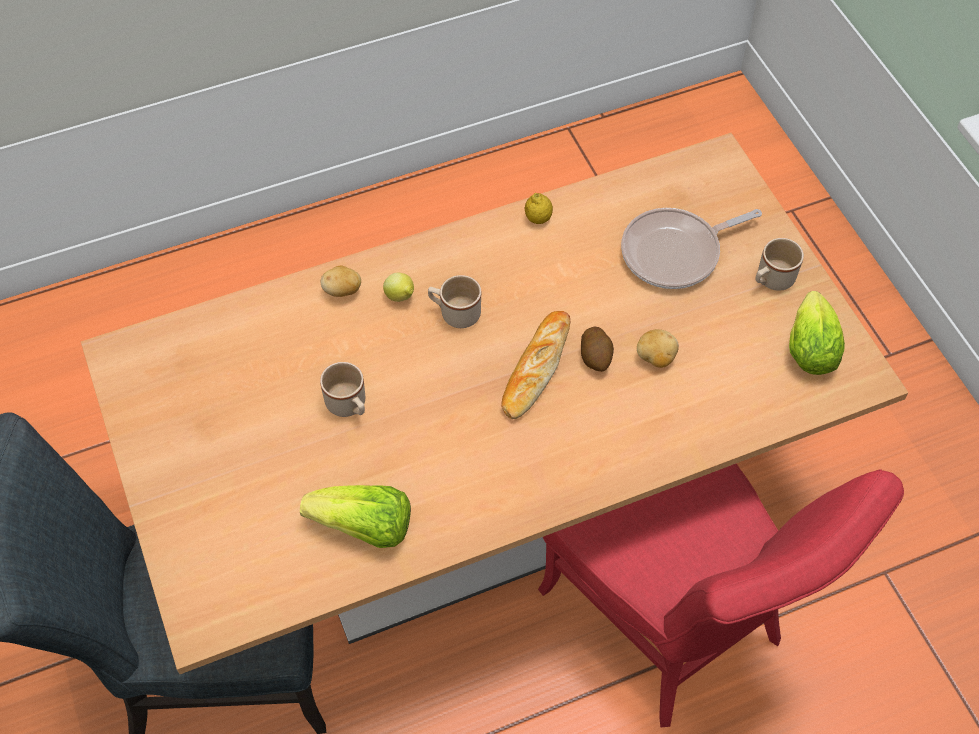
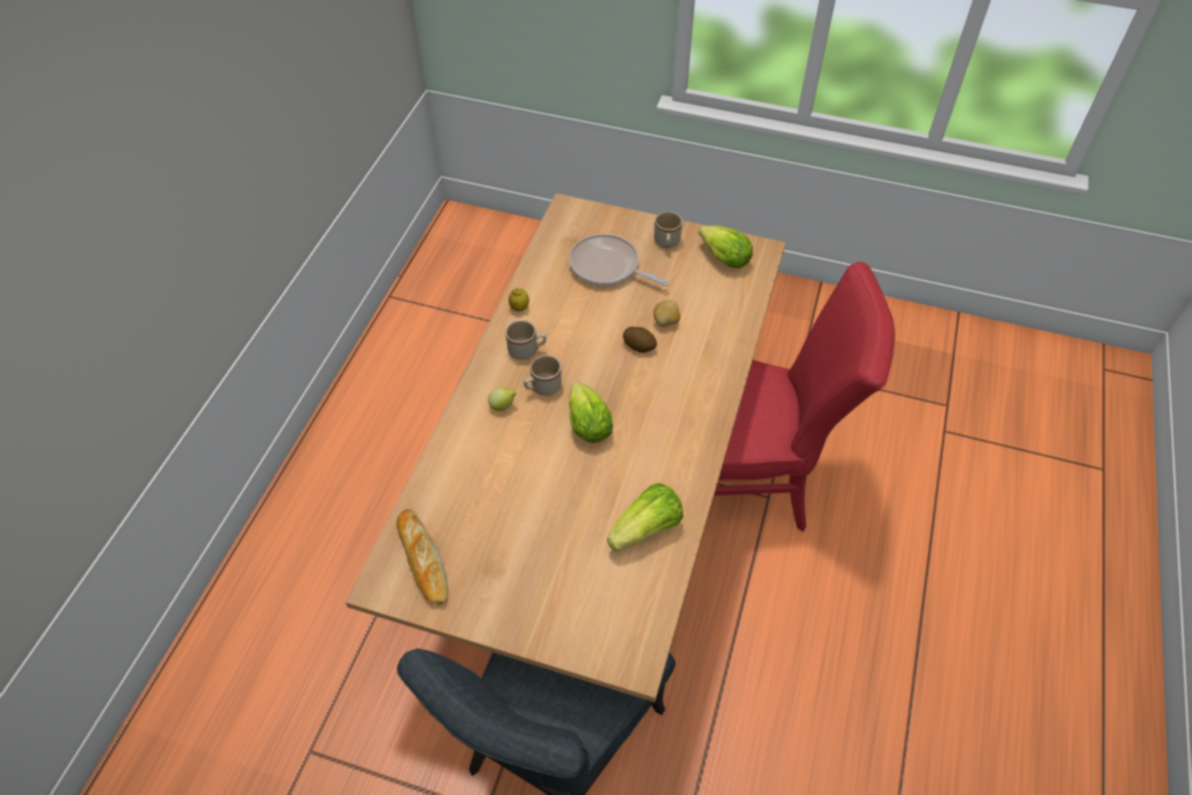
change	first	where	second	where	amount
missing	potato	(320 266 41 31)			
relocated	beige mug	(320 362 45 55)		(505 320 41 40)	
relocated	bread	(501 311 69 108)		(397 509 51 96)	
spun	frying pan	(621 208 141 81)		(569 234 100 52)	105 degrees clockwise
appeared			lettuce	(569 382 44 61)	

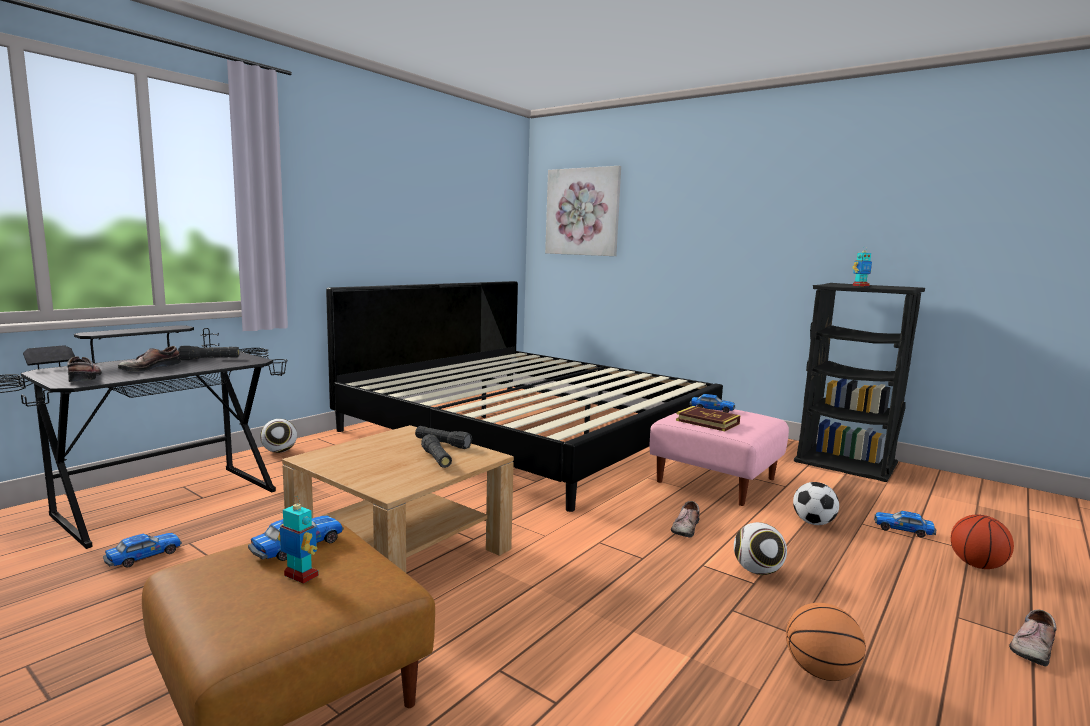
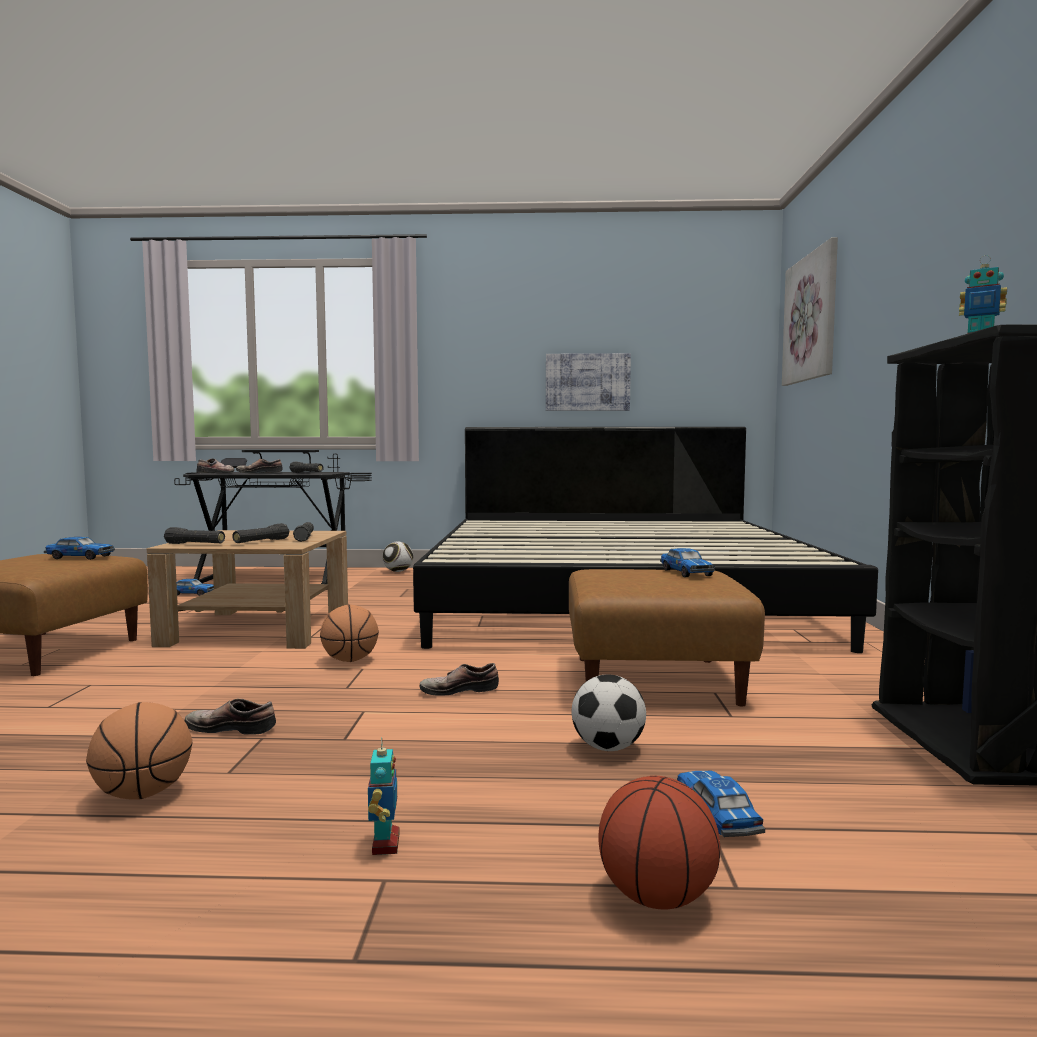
change	first	where	second	where	amount
relocated	toy robot	(278 496 41 88)		(368 738 32 117)	
colour	pink ottoman	(650 406 139 100)	brown ottoman	(569 569 196 137)	
missing	book	(676 406 64 25)			
missing	football	(734 522 53 53)			
relocated	shoe	(1009 609 48 57)		(185 699 91 36)	
appeared			black flashlight	(164 527 61 17)	
appeared			basketball	(320 604 59 58)	
appeared			picture	(546 353 85 58)	

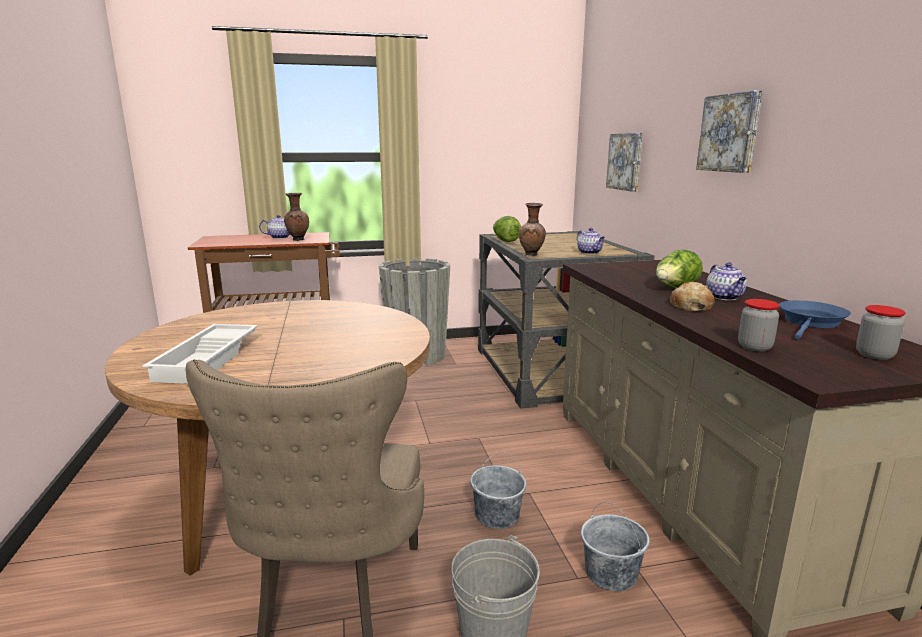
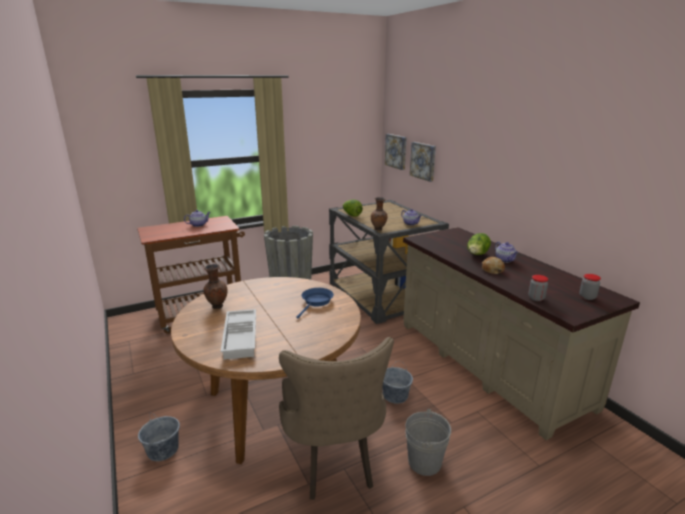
change	first	where	second	where	amount
relocated	brown vase	(284 193 25 48)		(203 264 24 45)	
relocated	grey bucket	(581 502 69 89)		(138 413 42 48)	
relocated	picture	(696 90 67 83)		(385 134 22 36)	
relocated	blue frying pan	(779 300 72 40)		(296 288 38 31)	

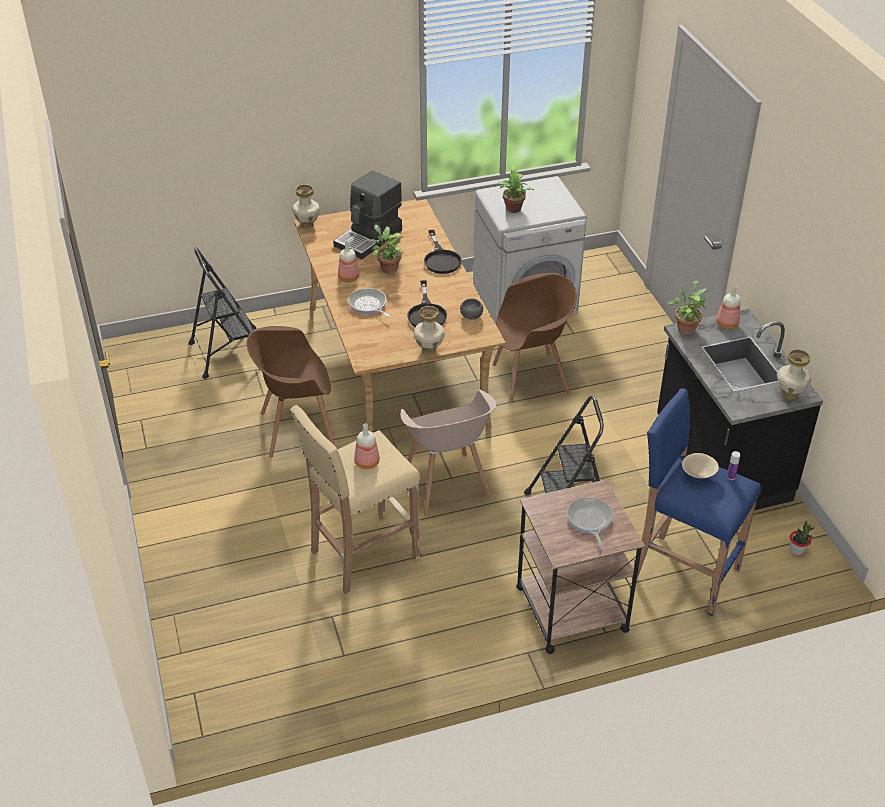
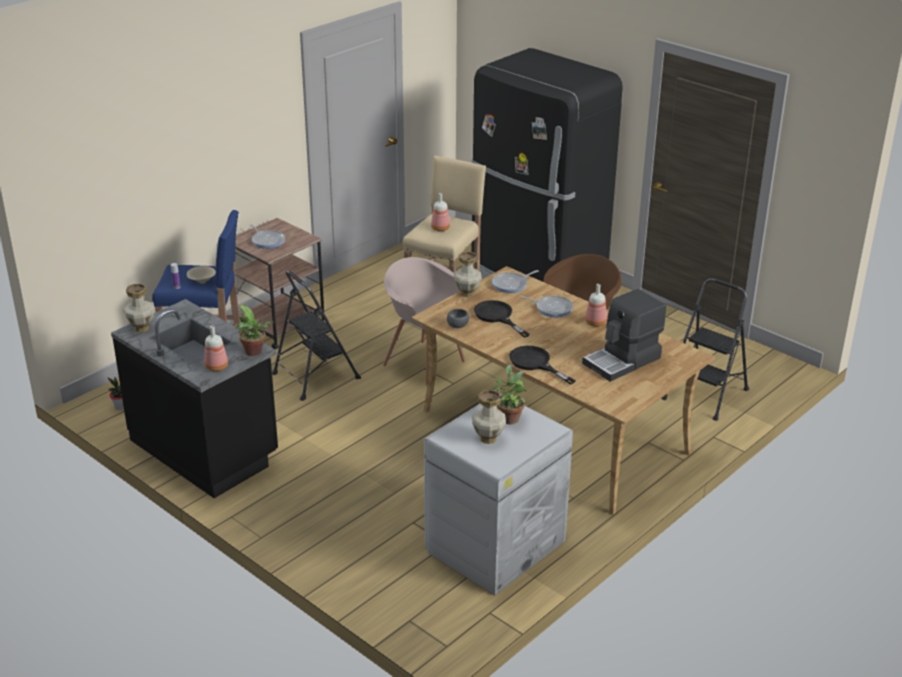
change	first	where	second	where	amount
relocated	vase	(292 184 28 45)		(472 390 34 54)	
spun	coffee machine	(333 170 69 89)		(582 289 84 93)	135 degrees counterclockwise
missing	potted plant	(371 225 32 49)			
missing	brown chair	(493 273 84 130)			
appeared			black fridge	(472 48 151 234)	
appeared			frying pan	(492 270 47 23)	

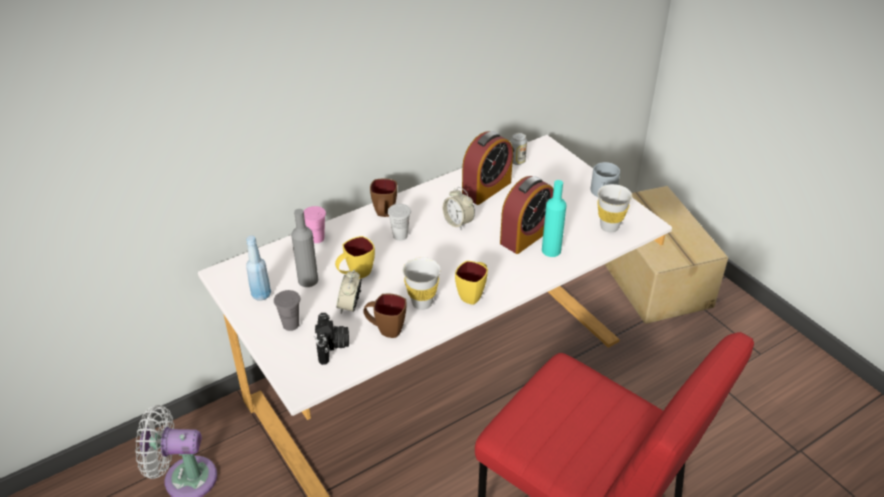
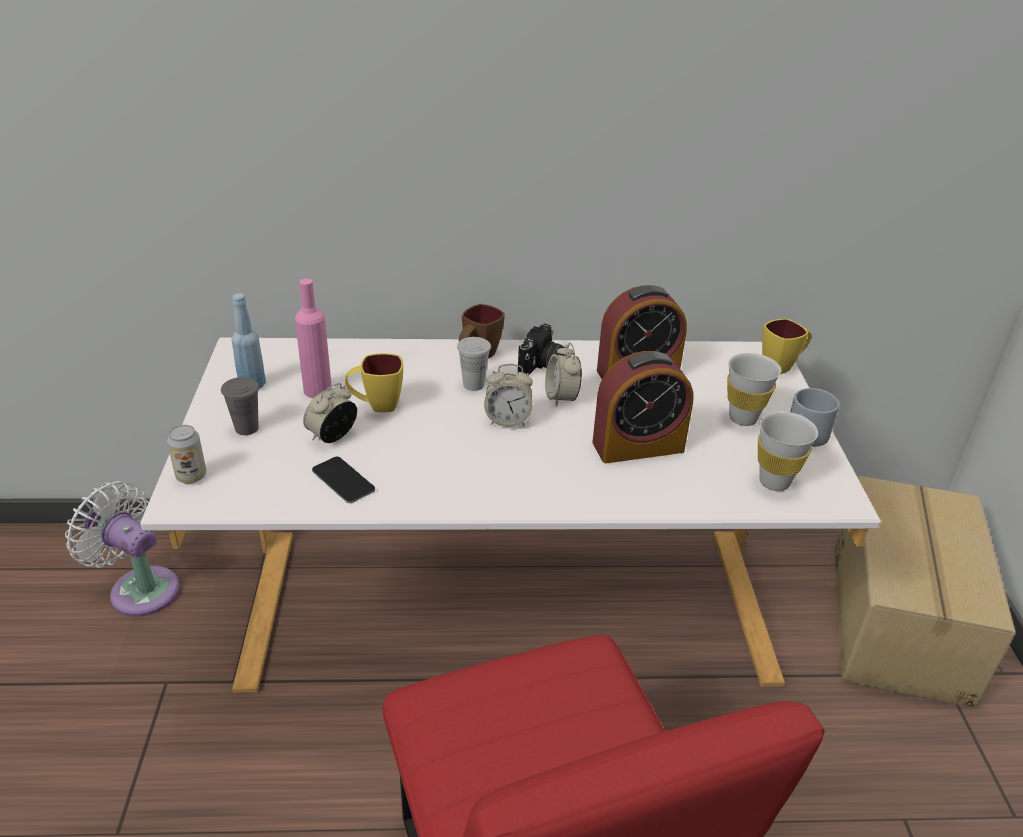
change	first	where	second	where	amount
colour	grey bottle	(291 209 27 78)	pink bottle	(295 279 37 119)	
missing	pink cup	(304 206 22 37)			
relocated	photo camera	(314 313 35 52)		(518 324 47 52)	
exchanged	brown mug	(363 294 43 44)	phone	(312 457 63 46)	
relocated	white cup	(403 257 37 53)		(727 353 54 73)	
relocated	yellow mug	(455 261 33 44)		(762 319 49 55)	
relocated	can	(510 133 17 32)		(167 425 39 58)	
missing	turquoise bottle	(542 180 25 77)			
appeared			alarm clock	(484 364 49 63)	

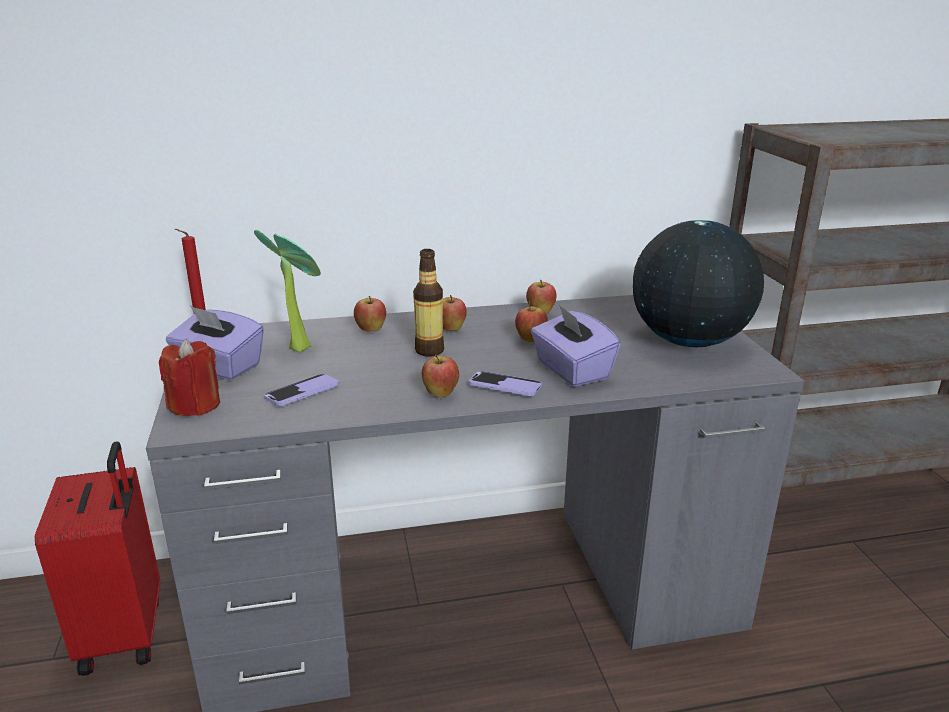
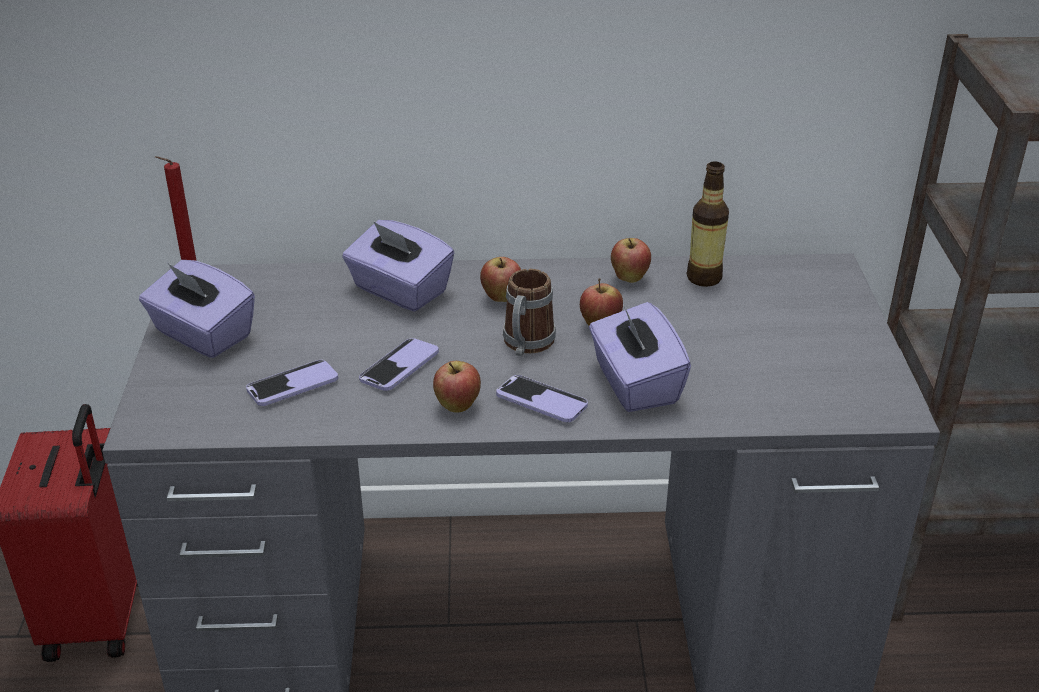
change	first	where	second	where	amount
missing	red candle	(159 339 61 77)			
missing	potted plant	(254 230 67 122)			
exchanged	apple	(354 296 32 36)	purple tissue box	(342 220 112 91)	
relocated	bottle	(413 249 31 108)		(687 161 42 126)	
missing	globe	(633 220 131 127)			
appeared			phone	(359 338 80 53)	
appeared			mug	(503 269 53 87)	

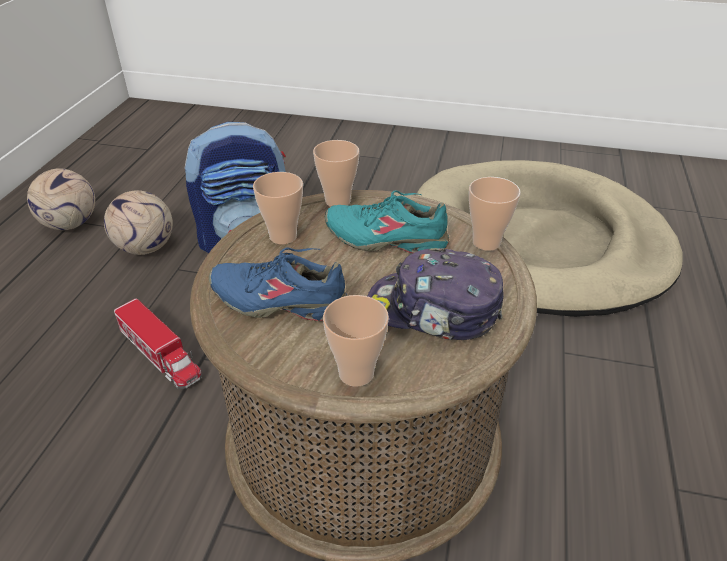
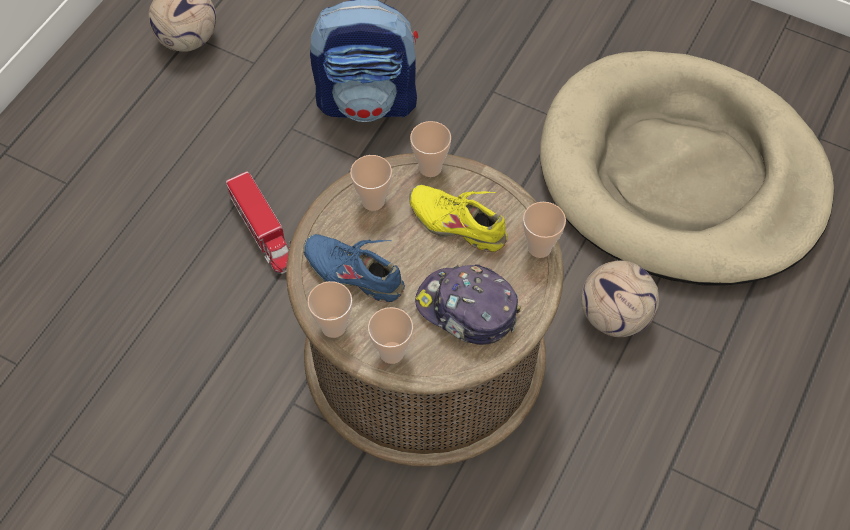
change	first	where	second	where	amount
relocated	football	(104 190 69 65)		(581 261 78 76)	
colour	turquoise shoe	(325 190 124 64)	yellow shoe	(409 185 99 67)	
appeared			cup	(307 281 45 57)	

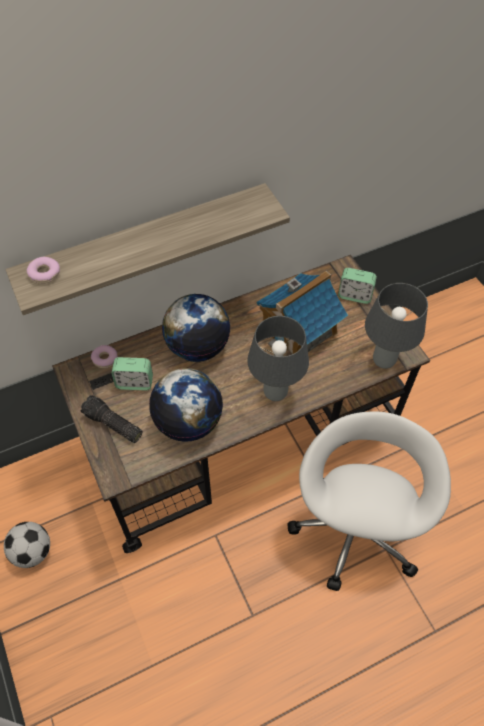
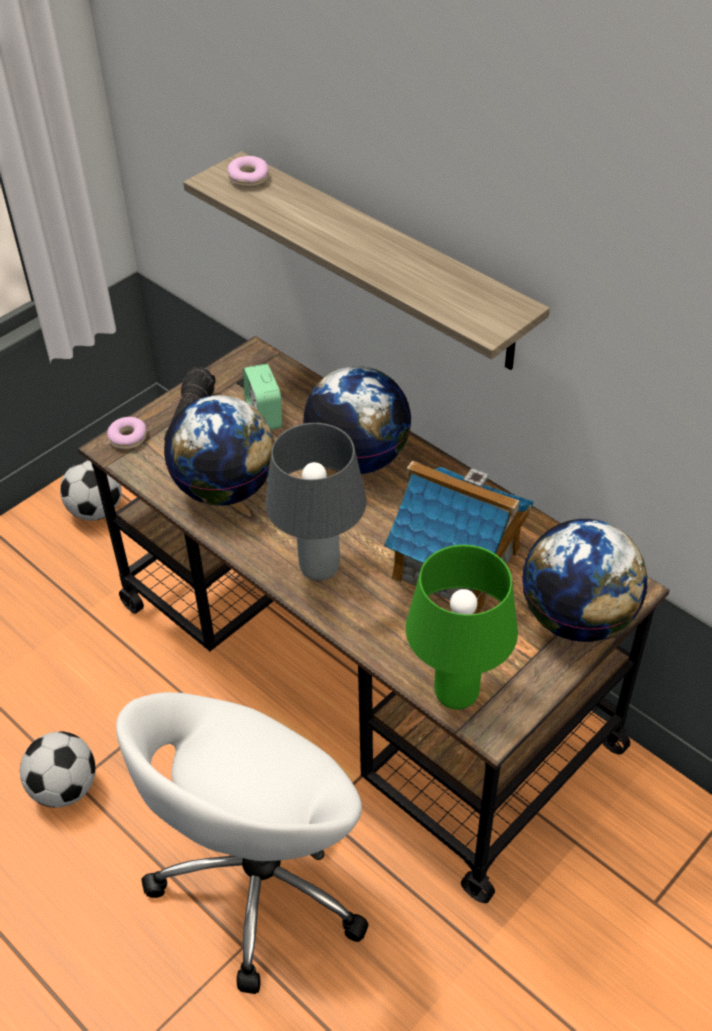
change	first	where	second	where	amount
relocated	donut	(91 345 27 23)		(107 417 40 32)	
spun	white office chair	(288 412 163 179)		(116 692 252 302)	135 degrees clockwise
exchanged	alarm clock	(338 268 39 36)	globe	(522 519 125 123)	
colour	grey table lamp	(365 283 63 86)	green table lamp	(406 545 112 164)	
appeared			football	(20 731 75 77)	

